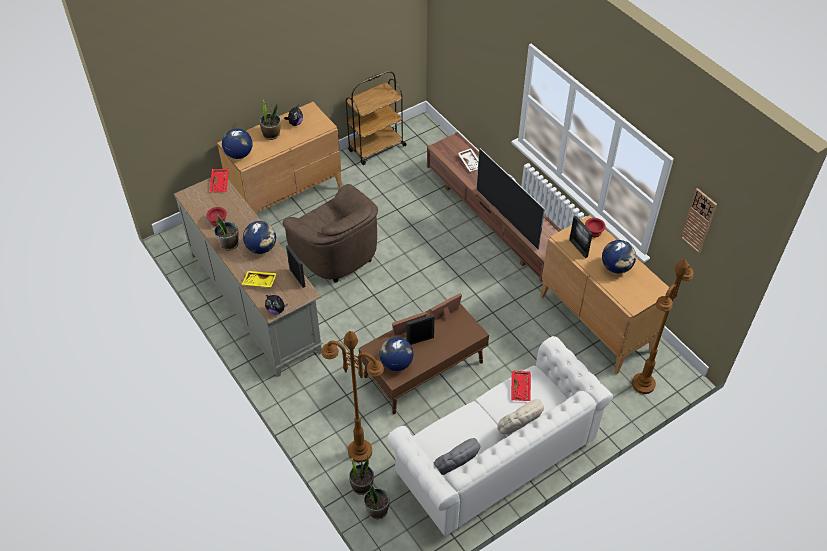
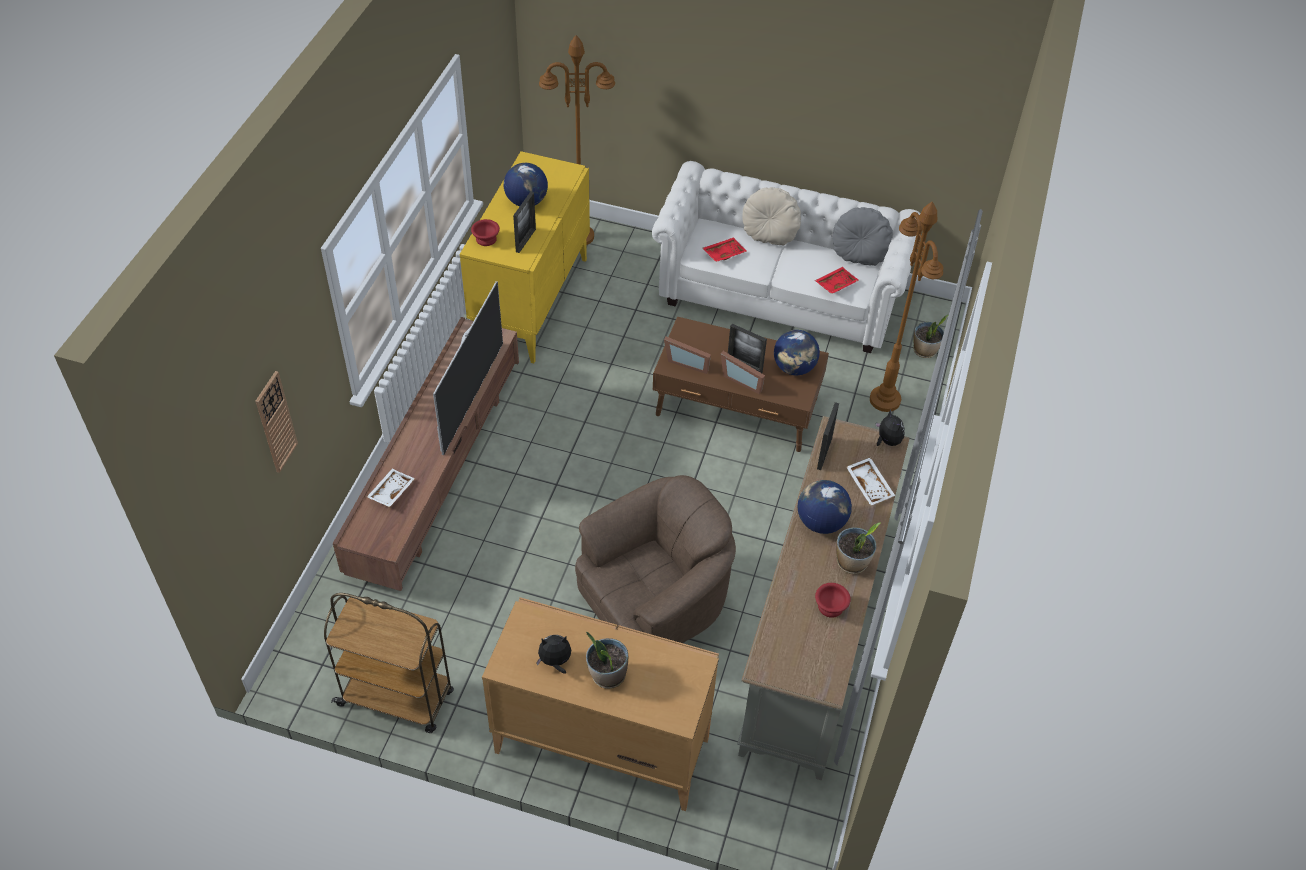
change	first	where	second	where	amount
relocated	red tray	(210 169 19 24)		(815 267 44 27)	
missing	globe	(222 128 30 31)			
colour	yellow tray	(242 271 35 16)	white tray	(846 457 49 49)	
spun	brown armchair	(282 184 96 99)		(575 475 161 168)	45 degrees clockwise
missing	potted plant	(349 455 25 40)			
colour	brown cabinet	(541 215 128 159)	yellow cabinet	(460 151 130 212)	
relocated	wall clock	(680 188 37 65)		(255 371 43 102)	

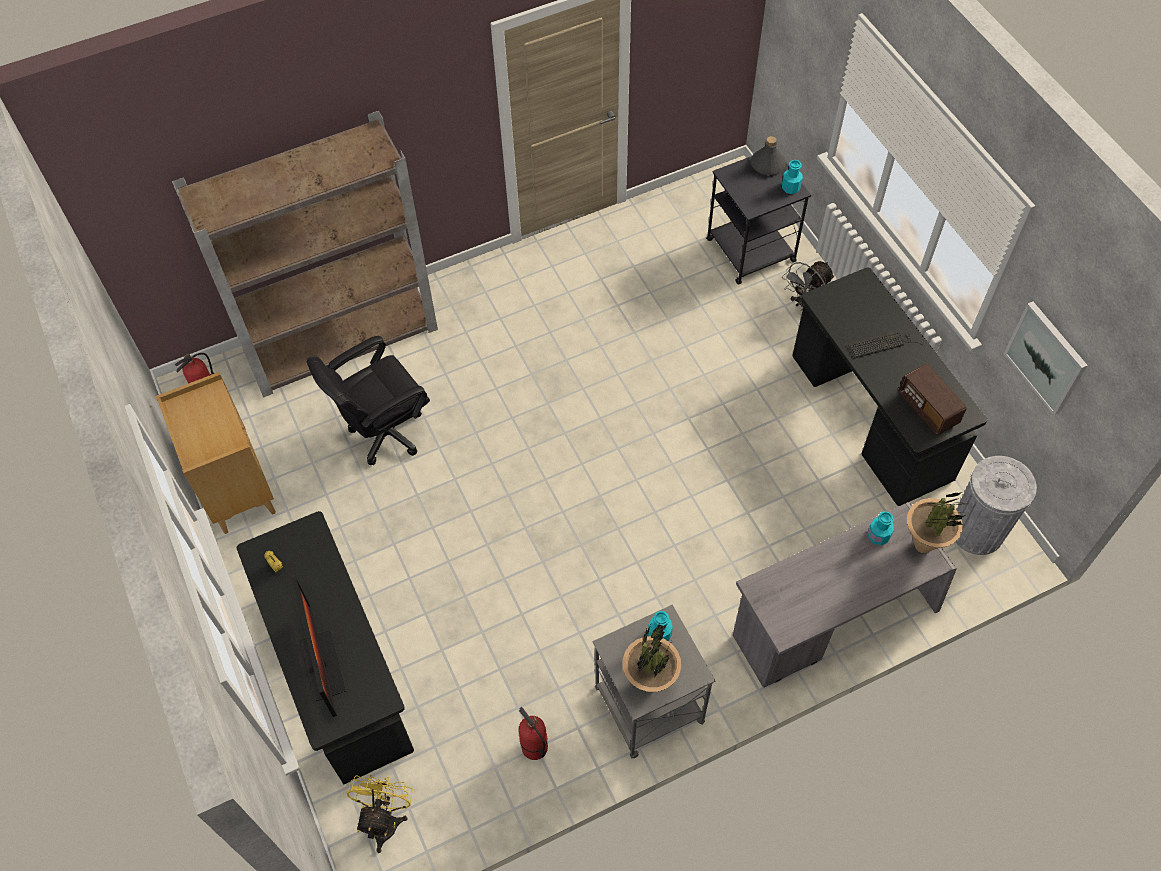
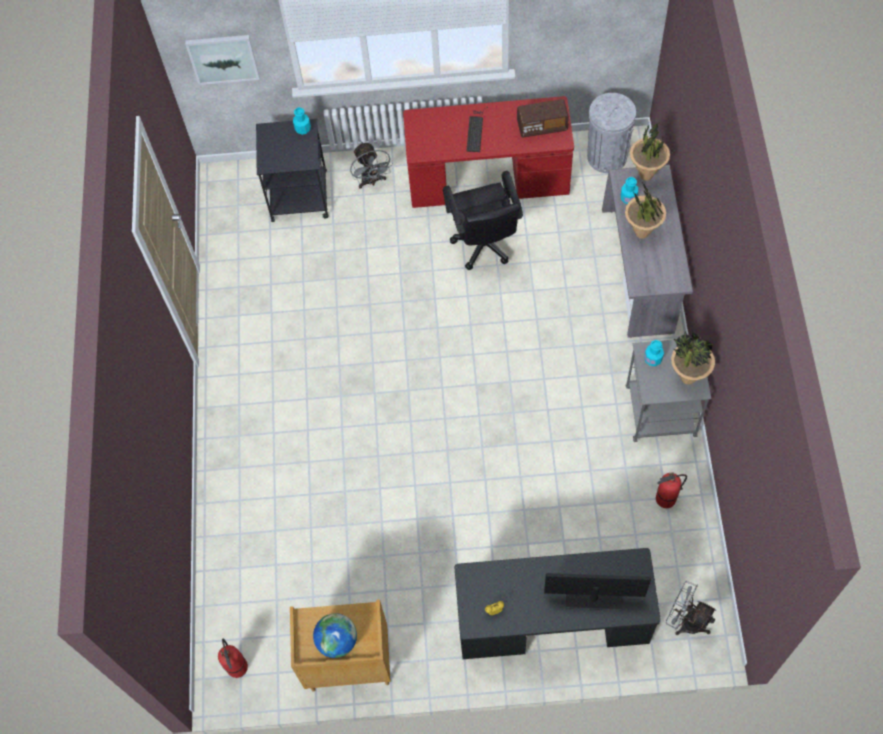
change	first	where	second	where	amount
missing	brown bookcase	(172 111 266 287)			
relocated	black office chair	(307 336 123 129)		(443 171 80 99)	
colour	yellow fan	(347 775 66 78)	grey fan	(666 581 50 54)	
missing	grey bottle	(751 136 35 39)			
colour	black desk	(792 268 195 238)	red desk	(403 96 171 112)	
relocated	picture	(1004 302 84 114)		(185 35 75 50)	
appeared			globe	(313 613 44 45)	
appeared			potted plant	(625 182 41 57)	

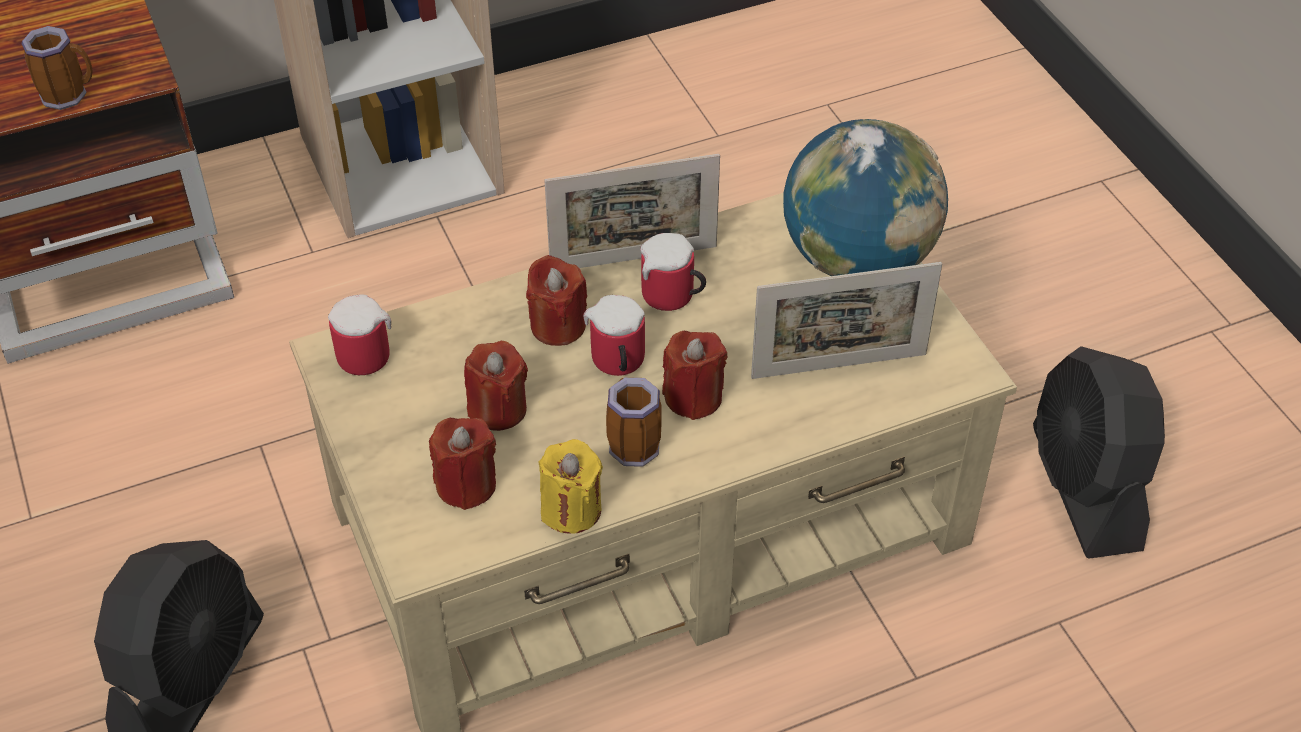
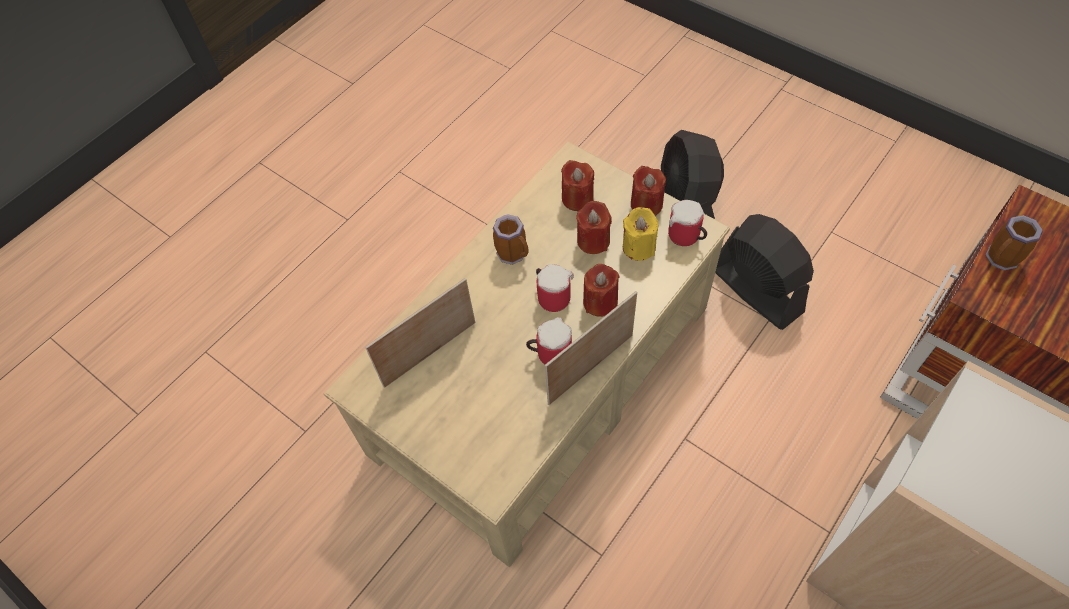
change	first	where	second	where	amount
relocated	yellow candle	(538 439 65 95)		(623 207 35 54)	
relocated	red candle	(662 331 65 89)		(631 166 35 50)	
missing	globe	(783 119 165 157)			
relocated	black fan	(1033 346 132 213)		(715 214 99 116)	

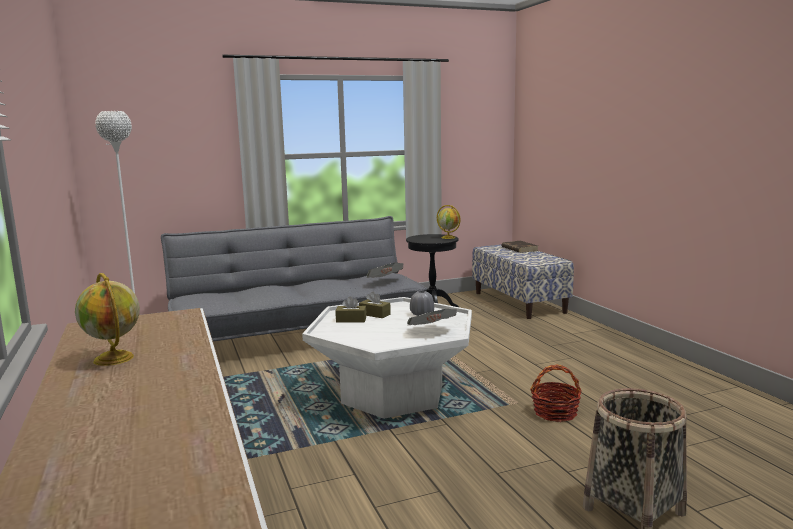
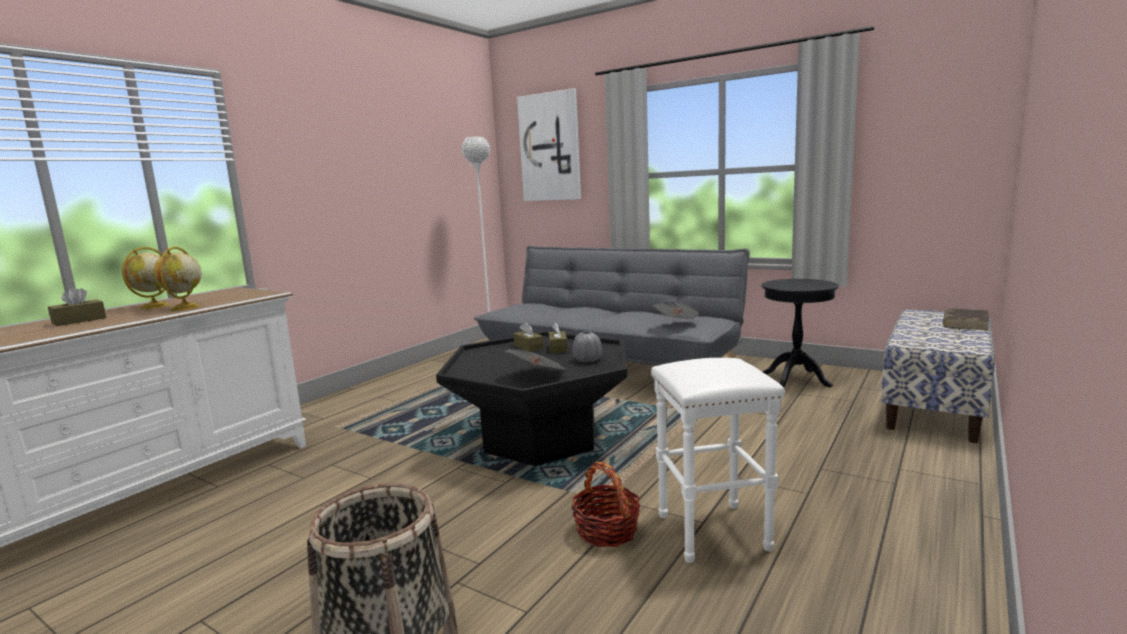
change	first	where	second	where	amount
colour	white coffee table	(302 297 170 122)	black coffee table	(436 331 191 135)	
relocated	globe	(437 205 24 34)		(153 247 49 64)	
appeared			brown tissue box	(48 287 58 39)	
appeared			picture	(517 88 64 113)	
appeared			white stool	(651 358 134 205)	

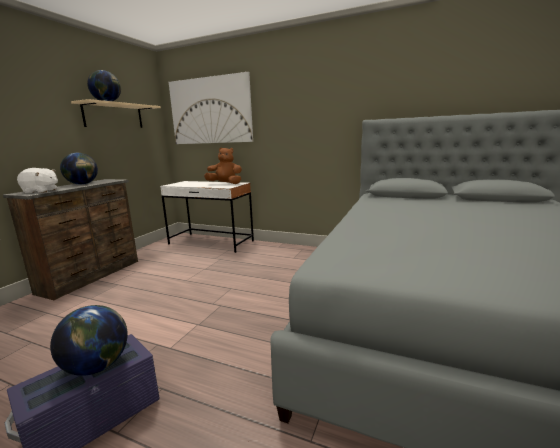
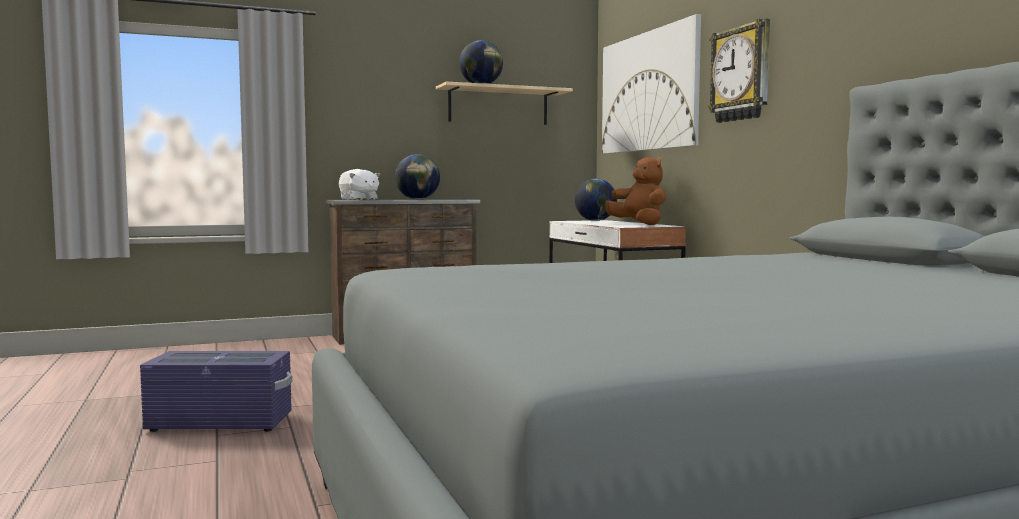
change	first	where	second	where	amount
relocated	globe	(50 305 78 71)		(575 179 42 42)	
appeared			wall clock	(708 18 62 105)	

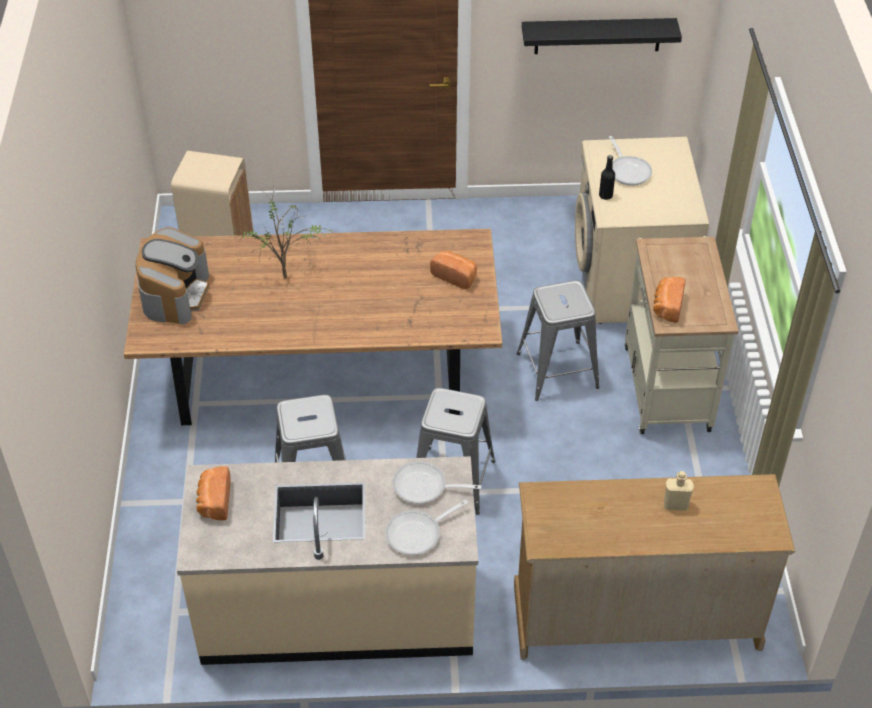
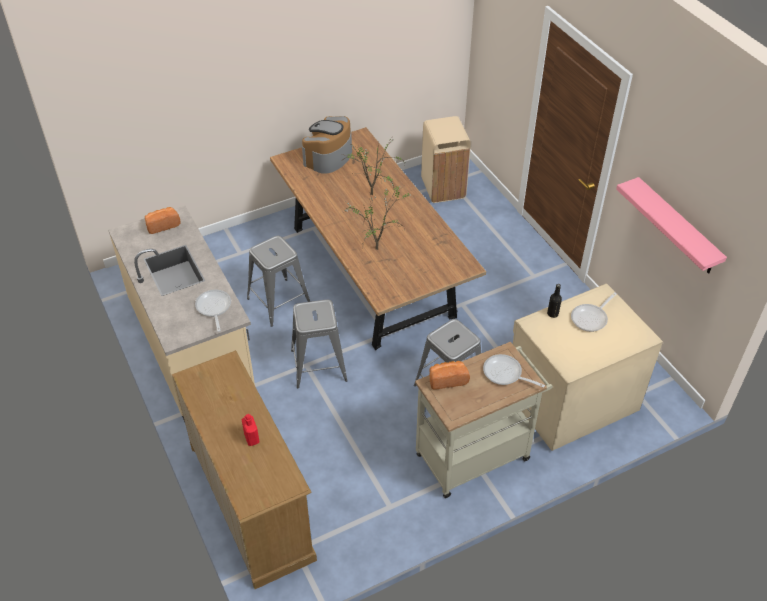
change	first	where	second	where	amount
spun	coffee machine	(136 227 73 97)		(302 116 50 58)	135 degrees clockwise
relocated	frying pan	(385 500 83 55)		(483 354 62 34)	
missing	bread	(430 251 47 38)			
colour	black shelf	(522 18 160 36)	pink shelf	(616 177 111 97)	
colour	beige bottle	(664 471 30 40)	red bottle	(242 414 17 32)	
appeared			potted plant	(342 186 69 64)	

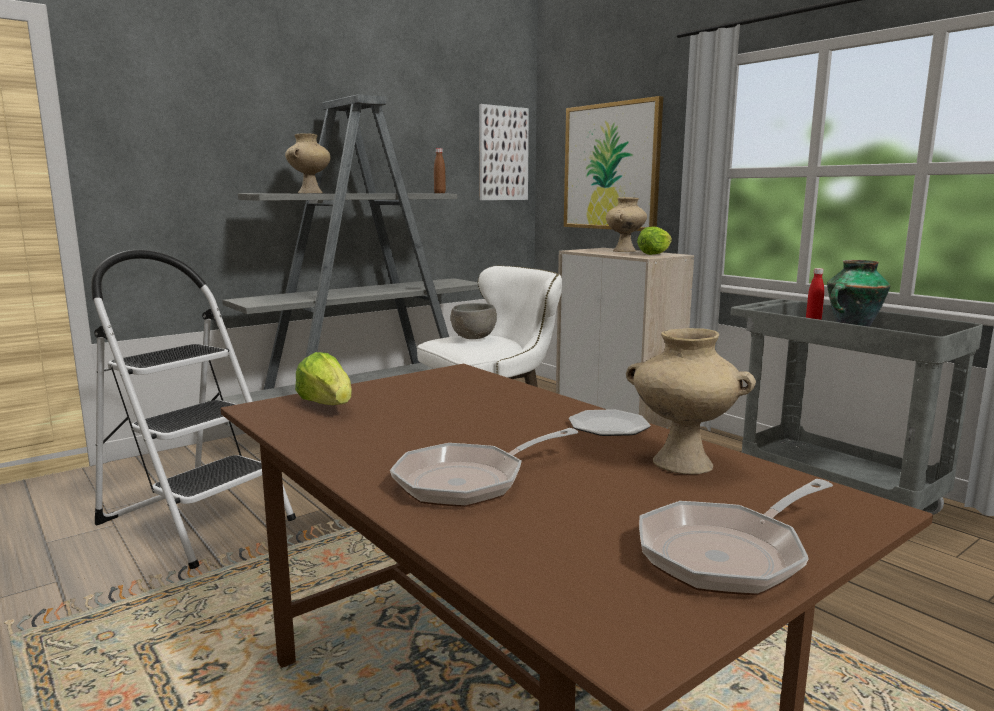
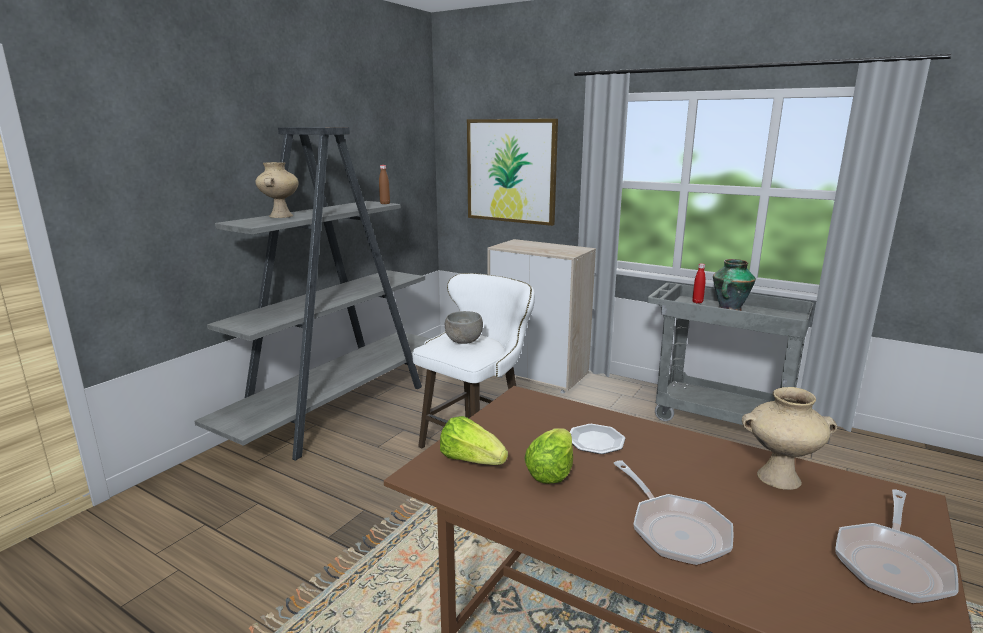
change	first	where	second	where	amount
missing	step ladder	(91 250 205 319)			
spun	frying pan	(390 428 188 79)		(613 460 120 106)	60 degrees counterclockwise
missing	picture	(479 104 50 96)			
relocated	plate	(569 409 81 27)		(570 424 55 30)	
missing	beige vase	(606 197 41 55)			
relocated	lettuce	(637 227 35 28)		(524 429 49 55)	

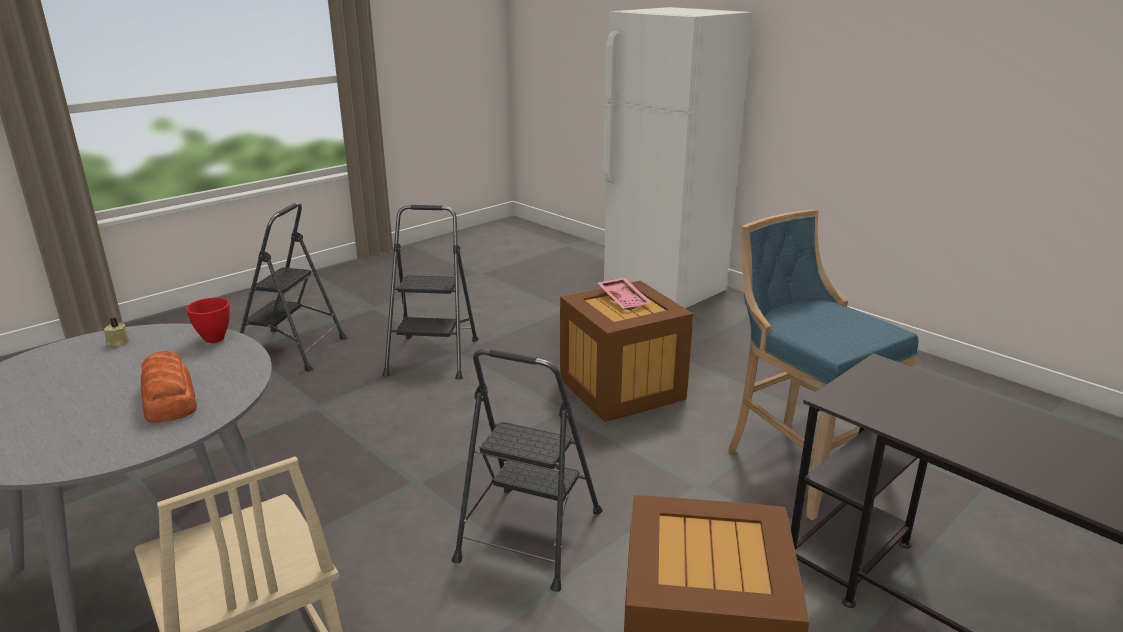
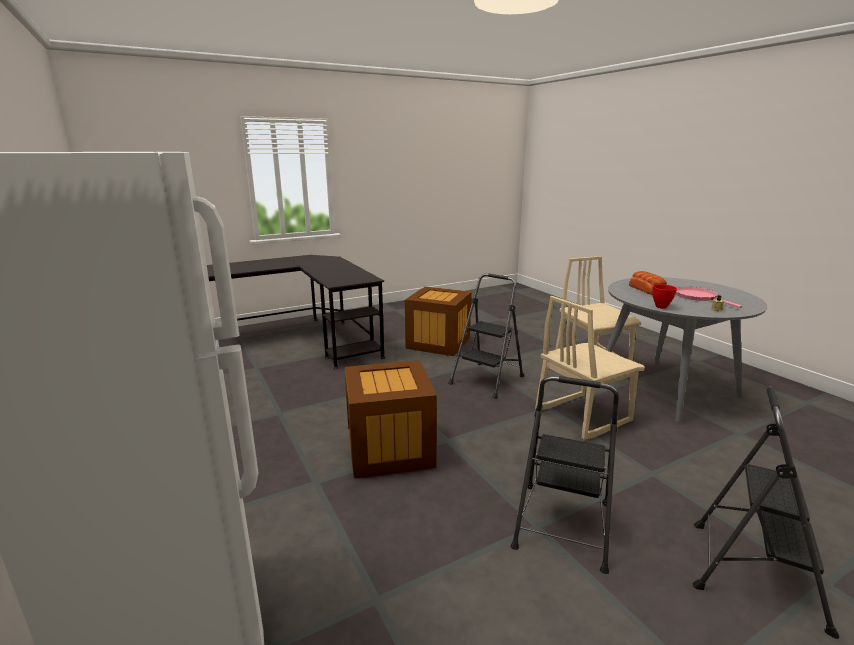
change	first	where	second	where	amount
missing	pink tray	(598 277 53 33)			
missing	blue stool	(728 210 191 310)			
appeared			beige chair	(535 296 110 144)	
appeared			pink frying pan	(675 287 67 21)	

